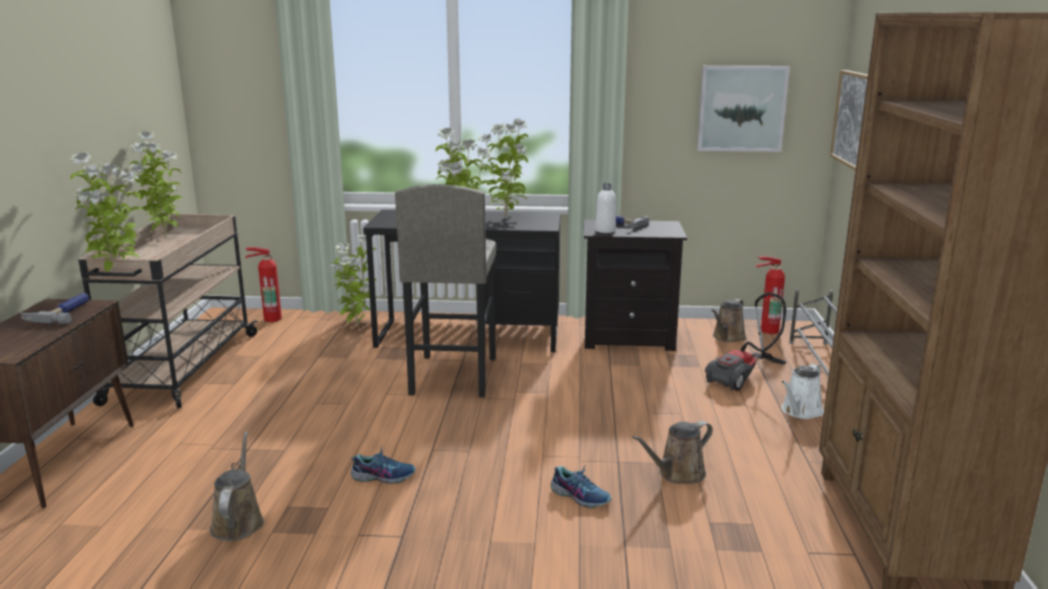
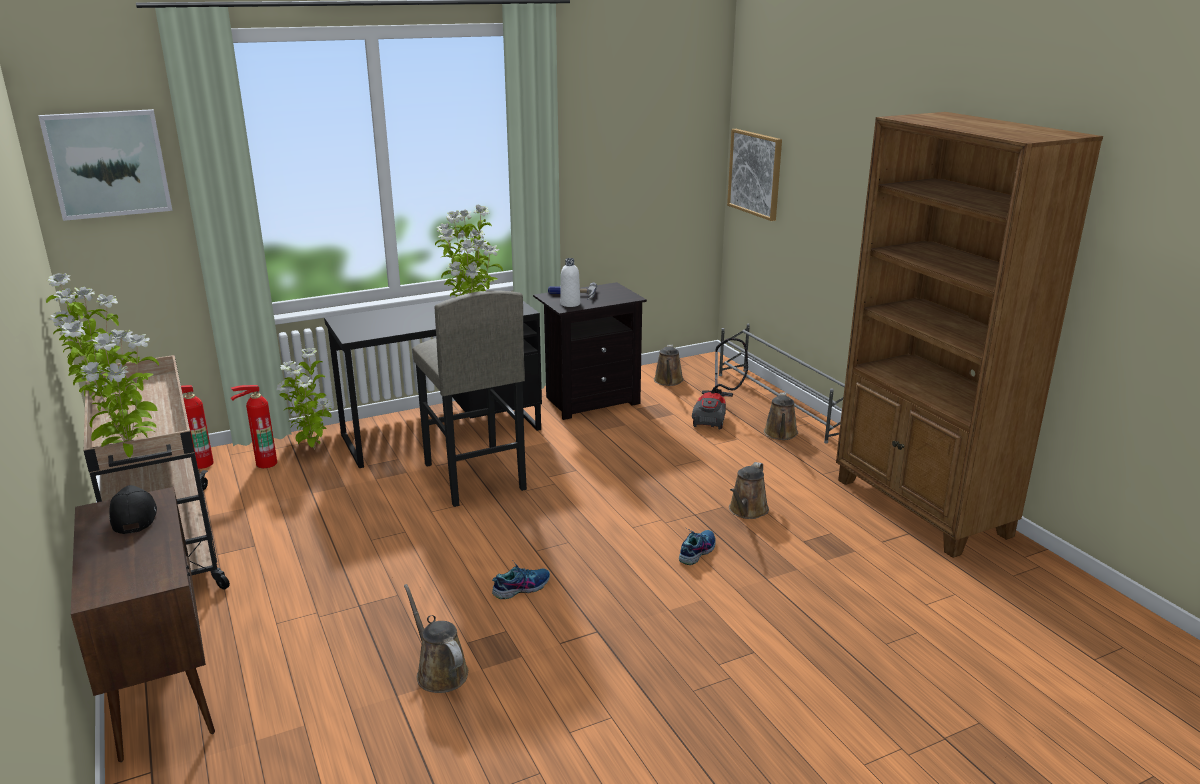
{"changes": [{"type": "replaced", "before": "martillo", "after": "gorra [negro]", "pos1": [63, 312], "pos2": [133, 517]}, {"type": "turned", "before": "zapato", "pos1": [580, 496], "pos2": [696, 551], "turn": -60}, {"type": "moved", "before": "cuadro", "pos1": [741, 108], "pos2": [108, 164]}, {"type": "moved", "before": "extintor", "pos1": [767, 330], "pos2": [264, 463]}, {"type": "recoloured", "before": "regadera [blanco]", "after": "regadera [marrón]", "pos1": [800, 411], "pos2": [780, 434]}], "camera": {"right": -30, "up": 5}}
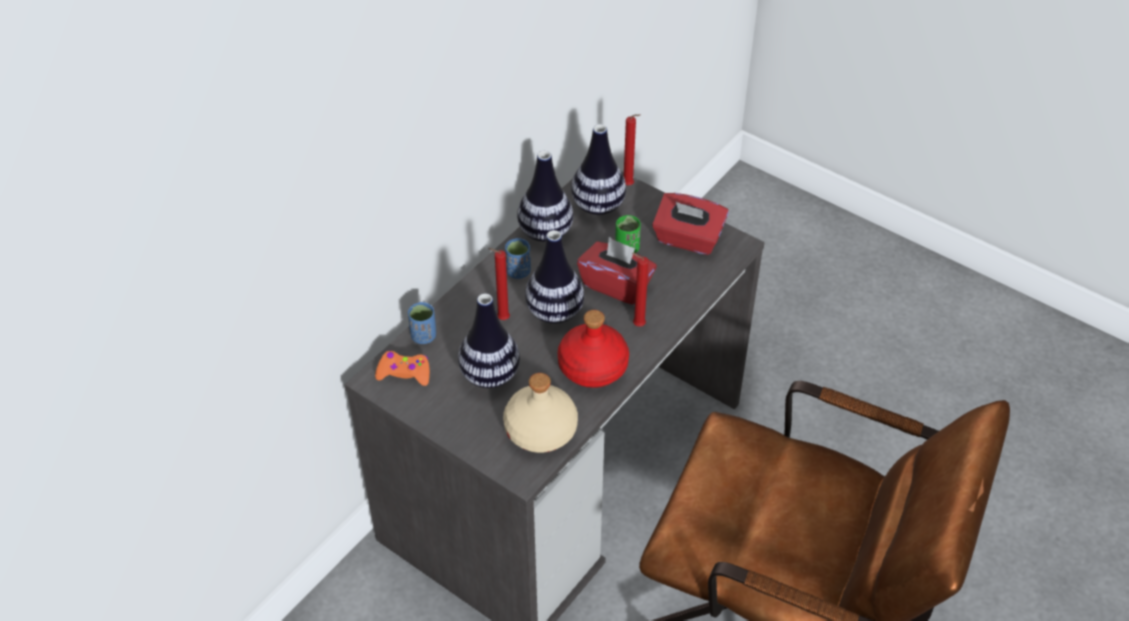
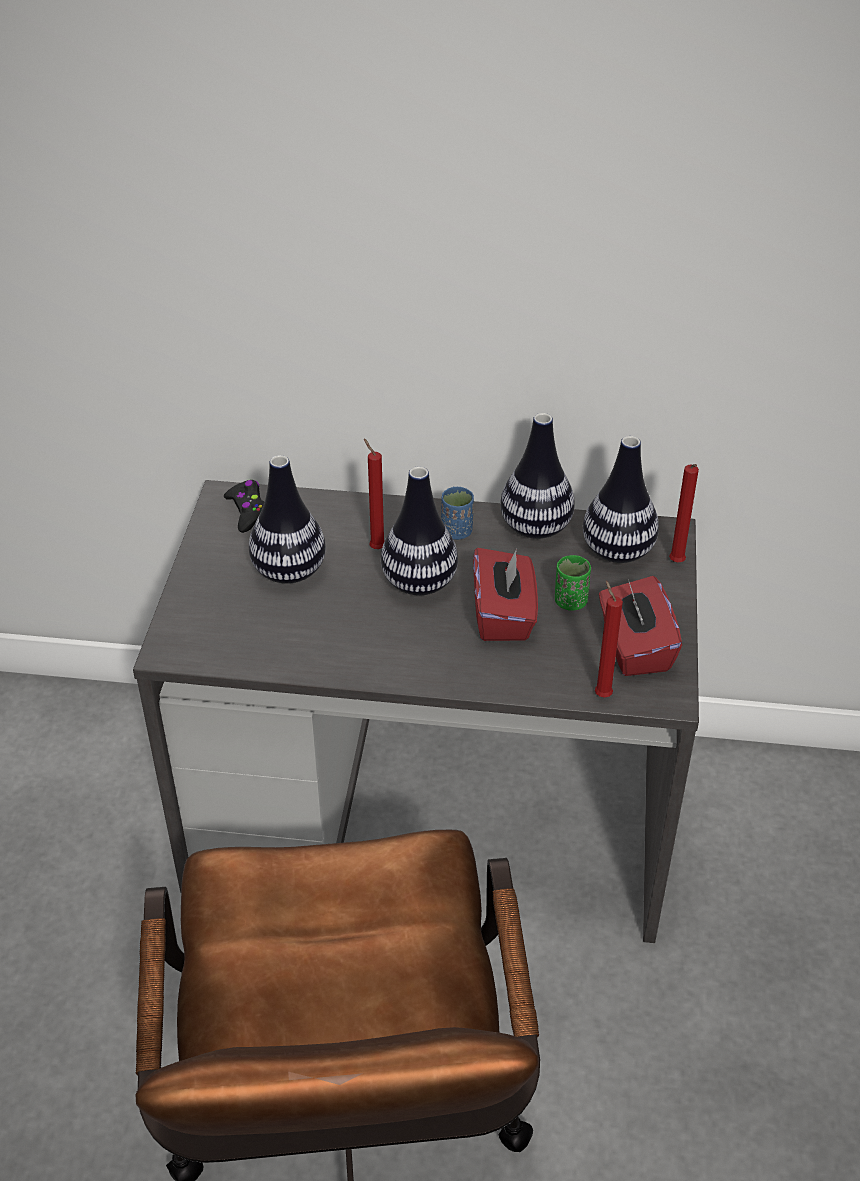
{"changes": [{"type": "recoloured", "before": "mando de consola [naranja]", "after": "mando de consola [negro]", "pos1": [404, 373], "pos2": [248, 511]}, {"type": "removed", "before": "taza [azul]", "pos1": [423, 336]}, {"type": "removed", "before": "botella [beis]", "pos1": [540, 430]}, {"type": "removed", "before": "botella [rojo]", "pos1": [592, 367]}, {"type": "moved", "before": "vela [rojo]", "pos1": [636, 325], "pos2": [601, 694]}], "camera": {"right": 60, "up": -5}}
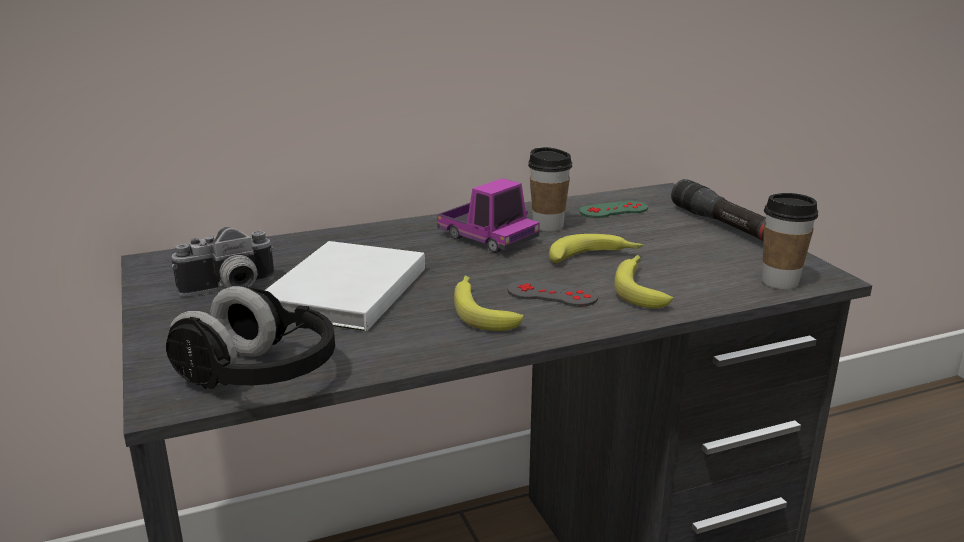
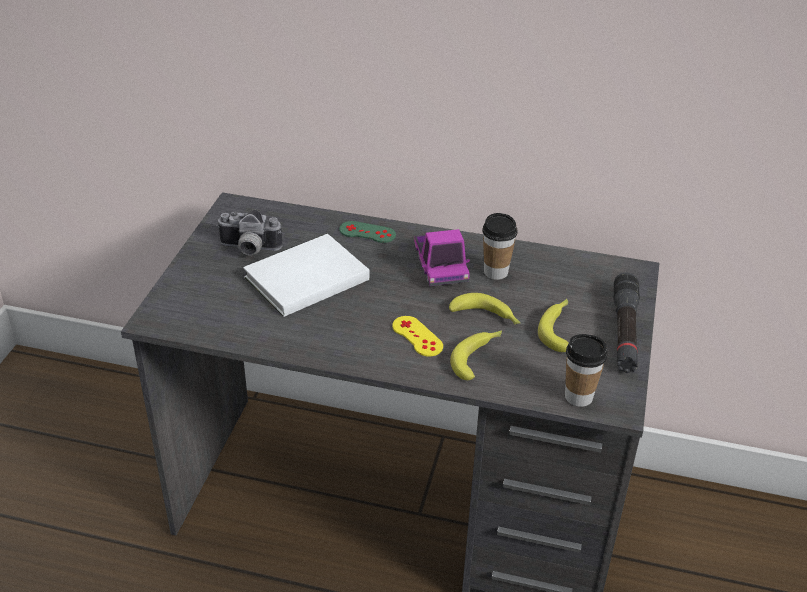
{"changes": [{"type": "removed", "before": "auriculares [negro]", "pos1": [259, 375]}, {"type": "moved", "before": "plátano", "pos1": [481, 310], "pos2": [559, 329]}, {"type": "recoloured", "before": "mando de consola [gris]", "after": "mando de consola [amarillo]", "pos1": [552, 294], "pos2": [417, 336]}, {"type": "moved", "before": "mando de consola [verde]", "pos1": [613, 210], "pos2": [367, 232]}], "camera": {"right": 35, "up": 15}}
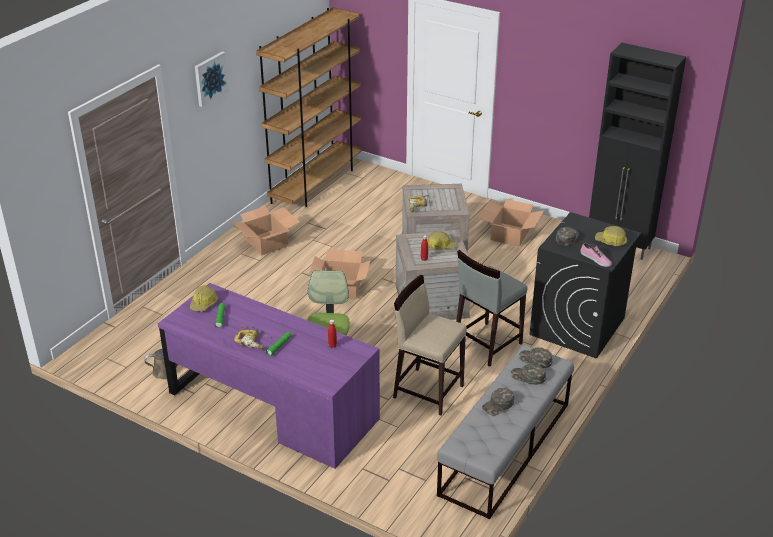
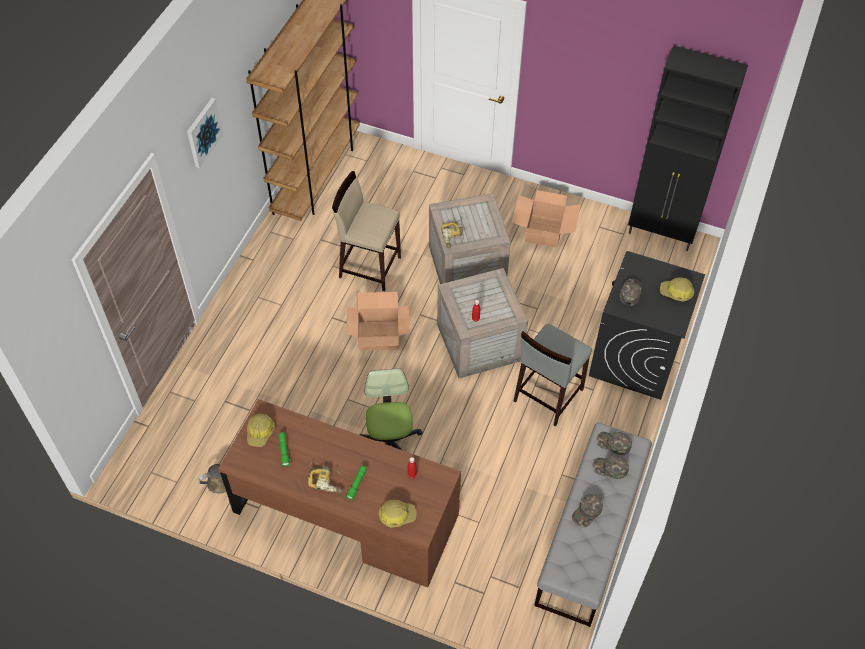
{"changes": [{"type": "recoloured", "before": "escritorio [morado]", "after": "escritorio [marrón]", "pos1": [272, 406], "pos2": [345, 514]}, {"type": "removed", "before": "caja de cartón", "pos1": [267, 242]}, {"type": "moved", "before": "taburete [beis]", "pos1": [428, 391], "pos2": [369, 266]}, {"type": "moved", "before": "casco", "pos1": [440, 246], "pos2": [397, 515]}, {"type": "removed", "before": "zapato", "pos1": [595, 259]}], "camera": {"right": -10, "up": 20}}
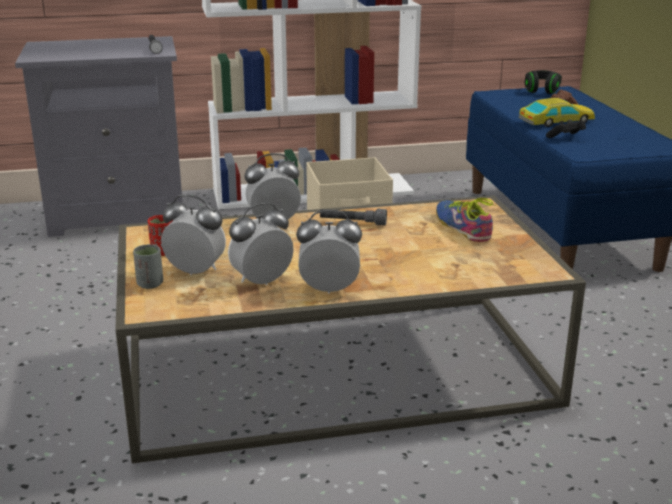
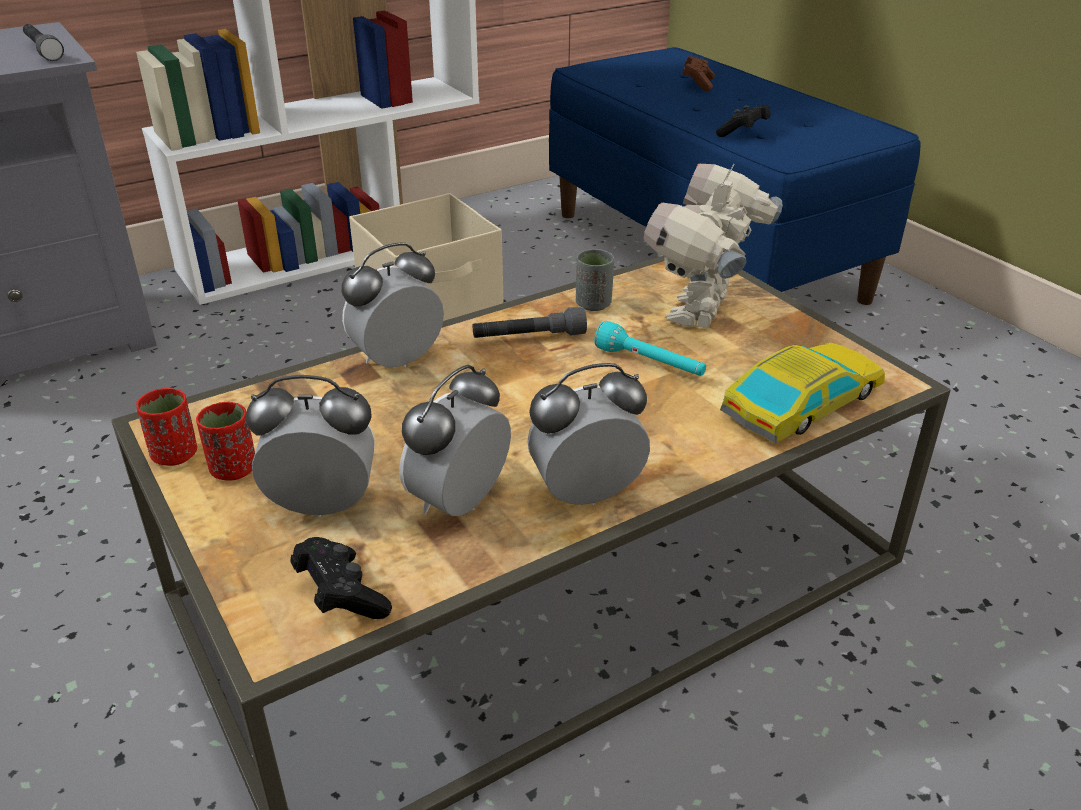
{"changes": [{"type": "moved", "before": "taza [gris]", "pos1": [150, 284], "pos2": [593, 304]}, {"type": "replaced", "before": "zapato", "after": "robot de juguete", "pos1": [465, 226], "pos2": [703, 313]}, {"type": "moved", "before": "coche de juguete", "pos1": [556, 121], "pos2": [802, 403]}, {"type": "removed", "before": "auriculares [negro]", "pos1": [542, 90]}, {"type": "added", "after": "taza [rojo]", "pos2": [175, 455]}, {"type": "added", "after": "mando de consola [negro]", "pos2": [341, 595]}, {"type": "added", "after": "linterna [turquesa]", "pos2": [650, 364]}], "camera": {"right": -20, "up": 10}}
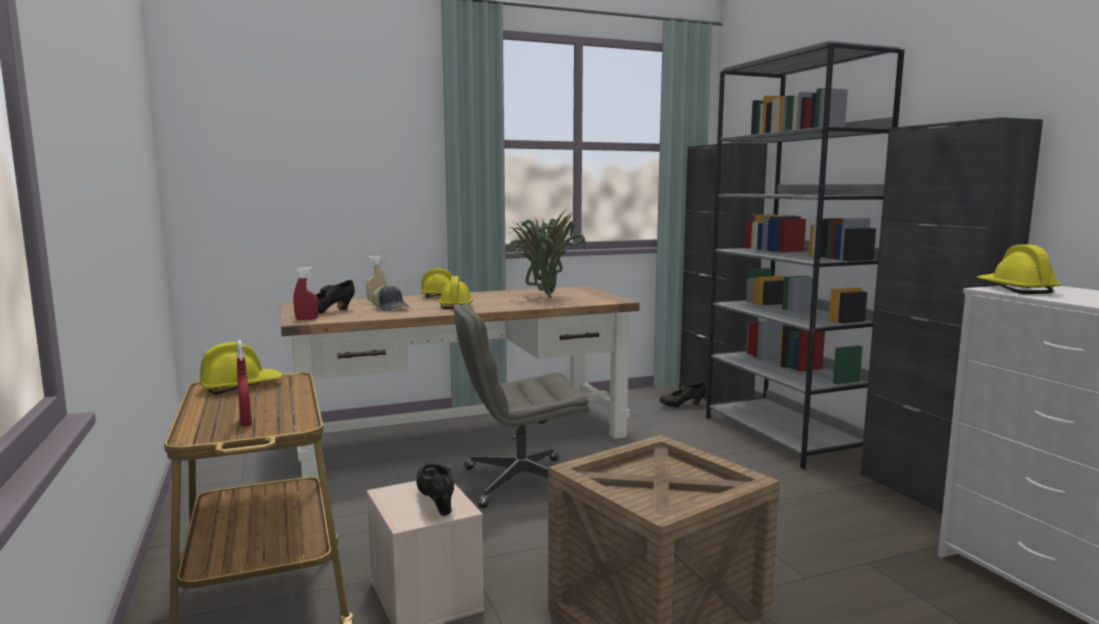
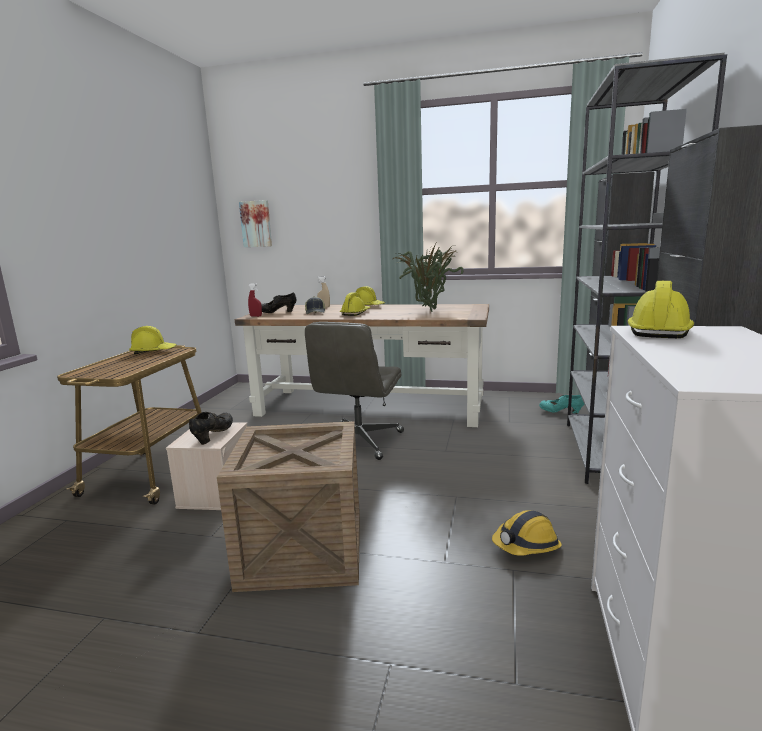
{"changes": [{"type": "removed", "before": "pulverizador [rojo]", "pos1": [246, 423]}, {"type": "turned", "before": "silla de oficina [gris]", "pos1": [519, 482], "pos2": [359, 442], "turn": -90}, {"type": "recoloured", "before": "zapato [negro]", "after": "zapato [turquesa]", "pos1": [682, 406], "pos2": [561, 412]}, {"type": "added", "after": "cuadro", "pos2": [256, 224]}, {"type": "added", "after": "casco", "pos2": [526, 545]}], "camera": {"right": 35, "up": 5}}
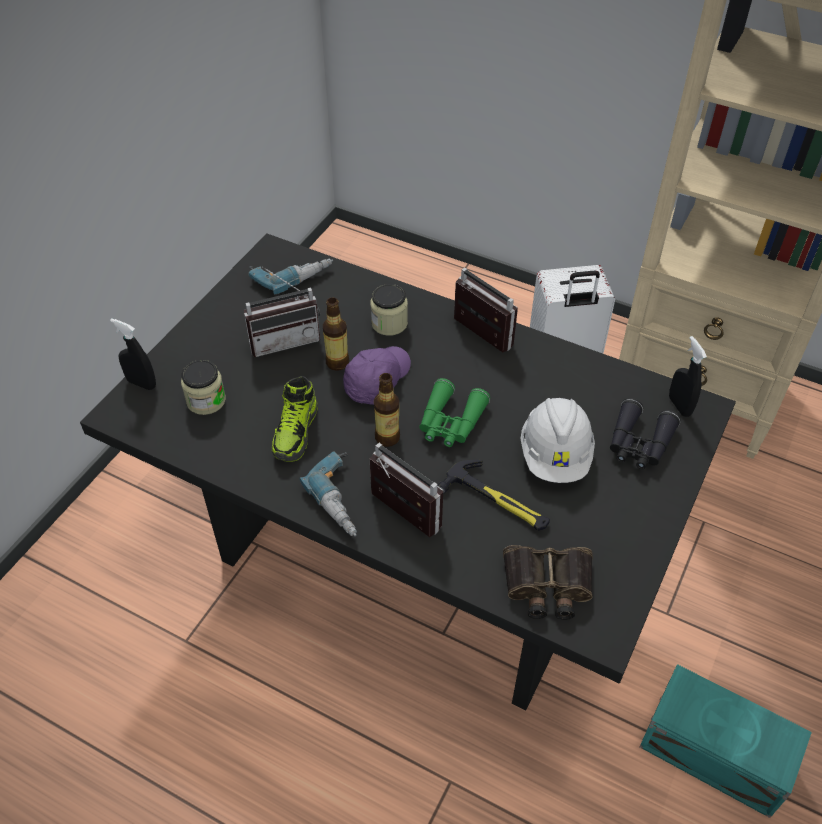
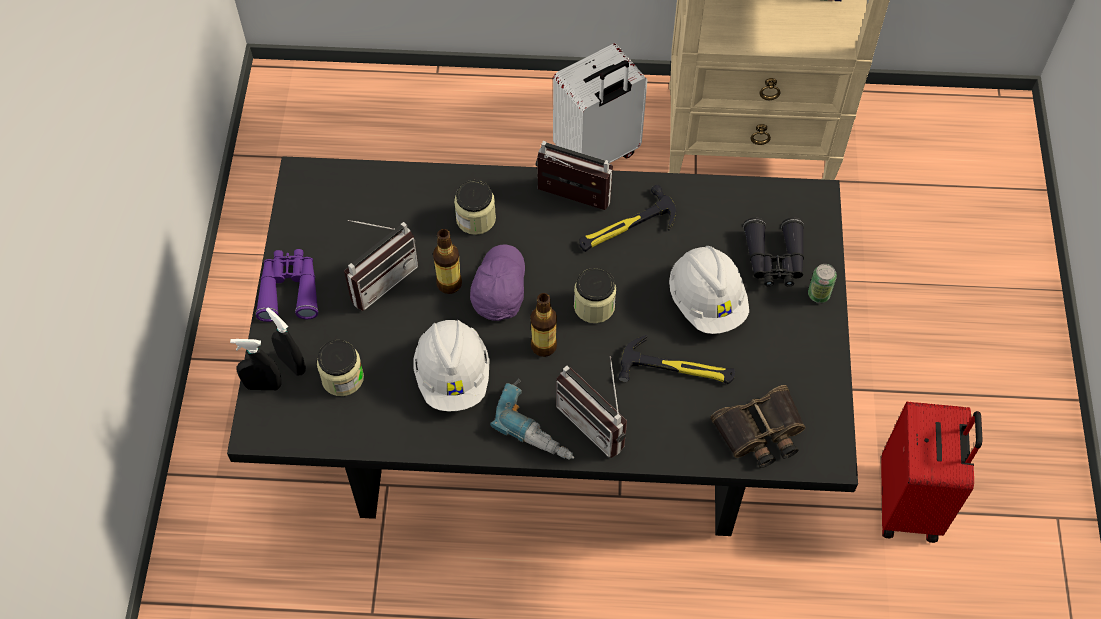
{"changes": [{"type": "removed", "before": "taladro", "pos1": [291, 274]}, {"type": "replaced", "before": "zapato", "after": "casco [blanco]", "pos1": [296, 432], "pos2": [453, 376]}, {"type": "turned", "before": "radio", "pos1": [398, 516], "pos2": [598, 421], "turn": -150}, {"type": "replaced", "before": "prismáticos [verde]", "after": "tarro", "pos1": [450, 422], "pos2": [594, 306]}, {"type": "replaced", "before": "caja de almacenaje [turquesa]", "after": "maleta [rojo]", "pos1": [715, 755], "pos2": [910, 503]}, {"type": "moved", "before": "pulverizador [negro]", "pos1": [679, 406], "pos2": [292, 364]}, {"type": "added", "after": "prismáticos [morado]", "pos2": [289, 289]}, {"type": "added", "after": "martillo", "pos2": [626, 227]}, {"type": "added", "after": "lata", "pos2": [818, 294]}], "camera": {"right": -25, "up": 10}}
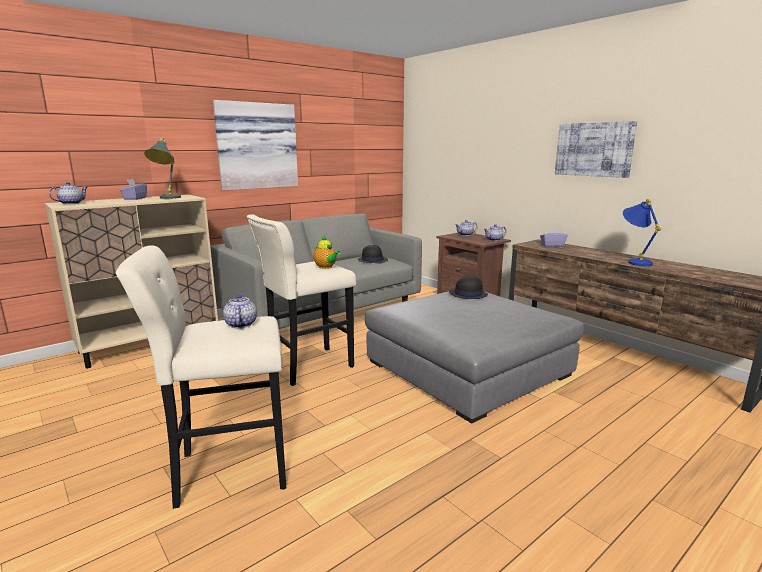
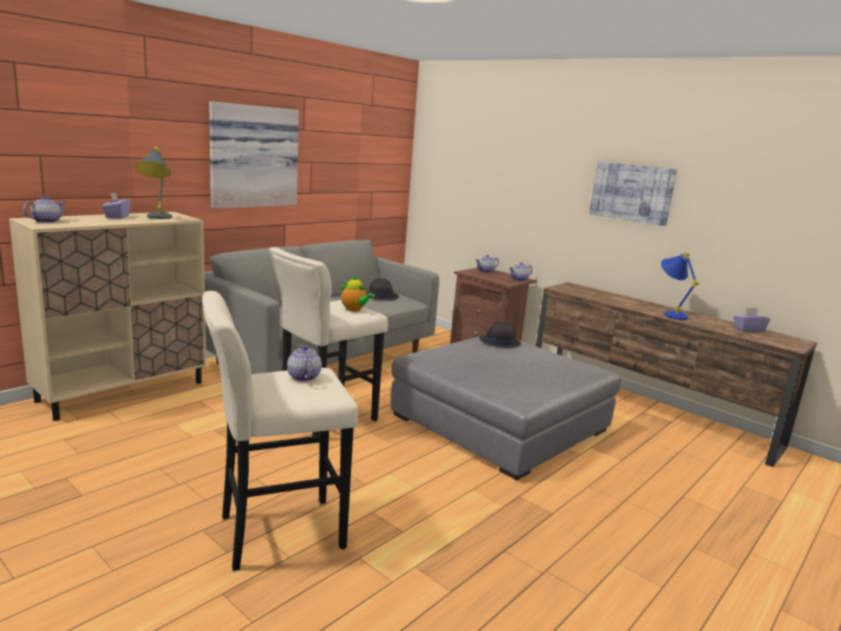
{"changes": [{"type": "moved", "before": "caja de pañuelos [morado]", "pos1": [552, 245], "pos2": [748, 330]}], "camera": {"right": -10, "up": 0}}
